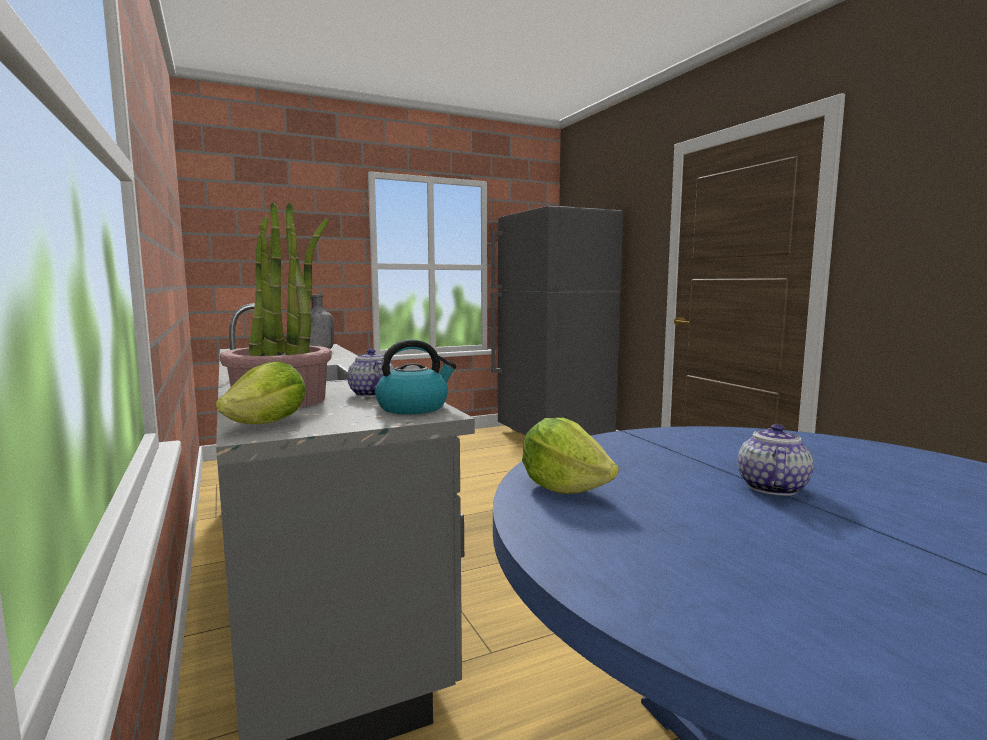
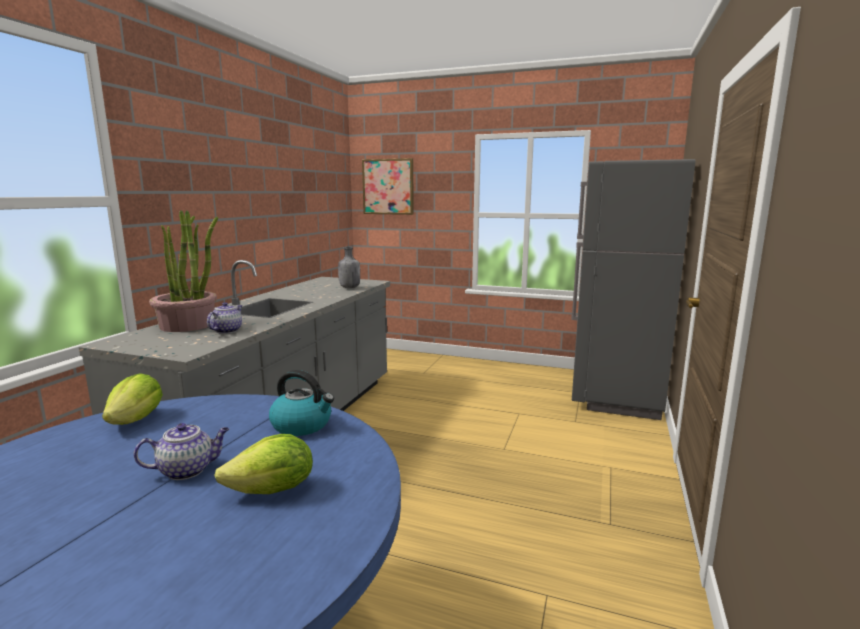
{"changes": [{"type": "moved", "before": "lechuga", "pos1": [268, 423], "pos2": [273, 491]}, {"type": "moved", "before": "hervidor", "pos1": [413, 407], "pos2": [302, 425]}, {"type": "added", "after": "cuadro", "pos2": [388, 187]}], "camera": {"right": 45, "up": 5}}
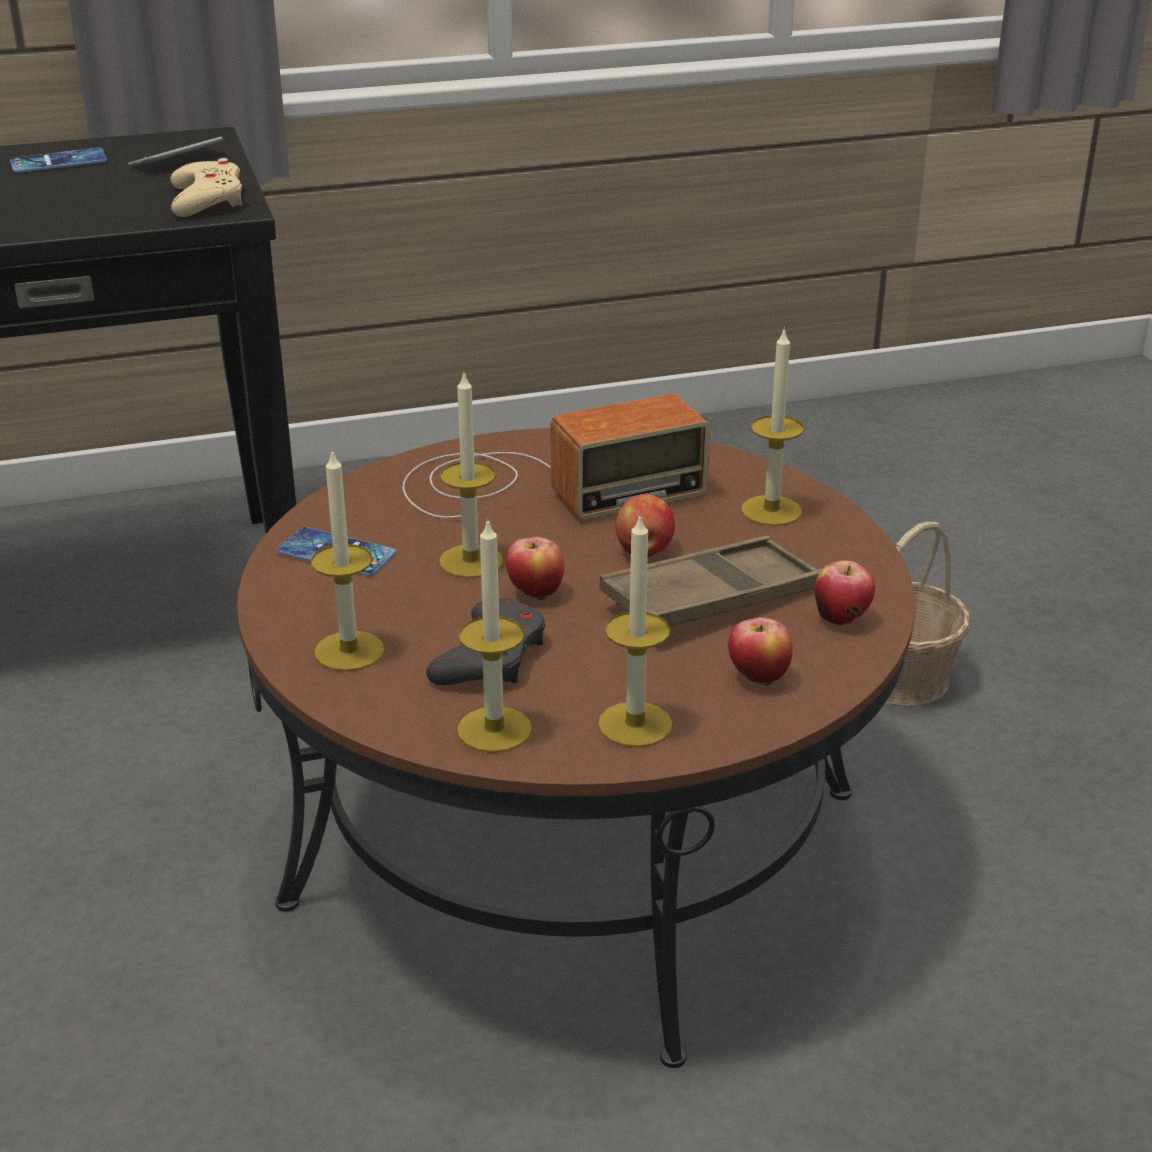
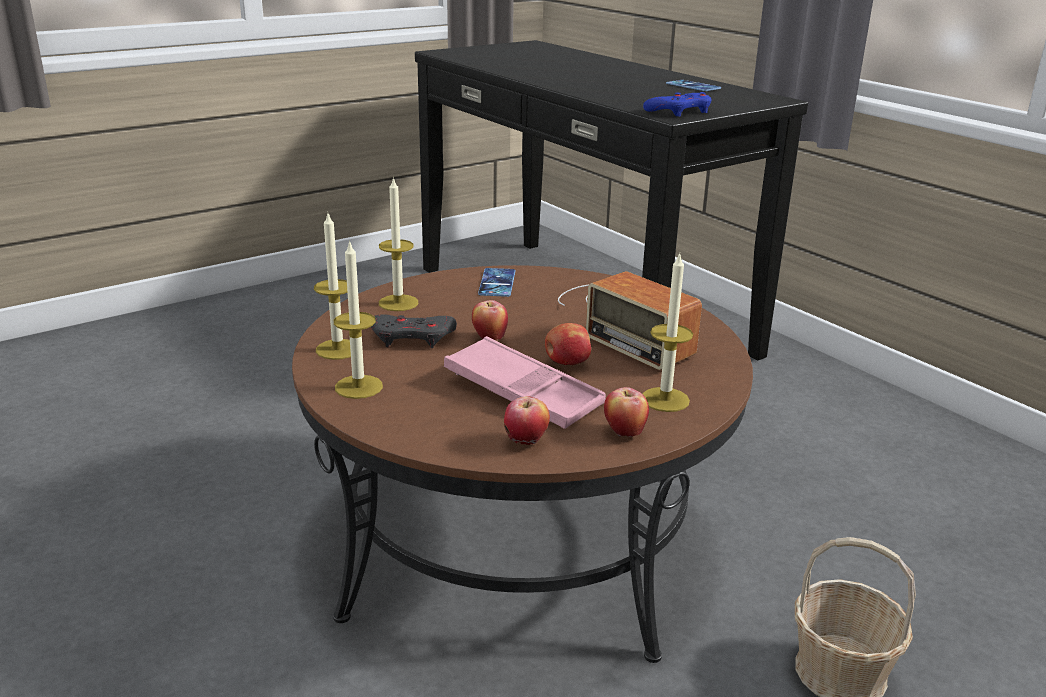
{"changes": [{"type": "removed", "before": "móvil", "pos1": [177, 160]}, {"type": "recoloured", "before": "mando de consola [beis]", "after": "mando de consola [azul]", "pos1": [207, 199], "pos2": [680, 111]}, {"type": "removed", "before": "vela", "pos1": [471, 561]}, {"type": "recoloured", "before": "bandeja [marrón]", "after": "bandeja [rosa]", "pos1": [712, 598], "pos2": [523, 392]}, {"type": "moved", "before": "manzana", "pos1": [758, 679], "pos2": [624, 433]}], "camera": {"right": 70, "up": -5}}
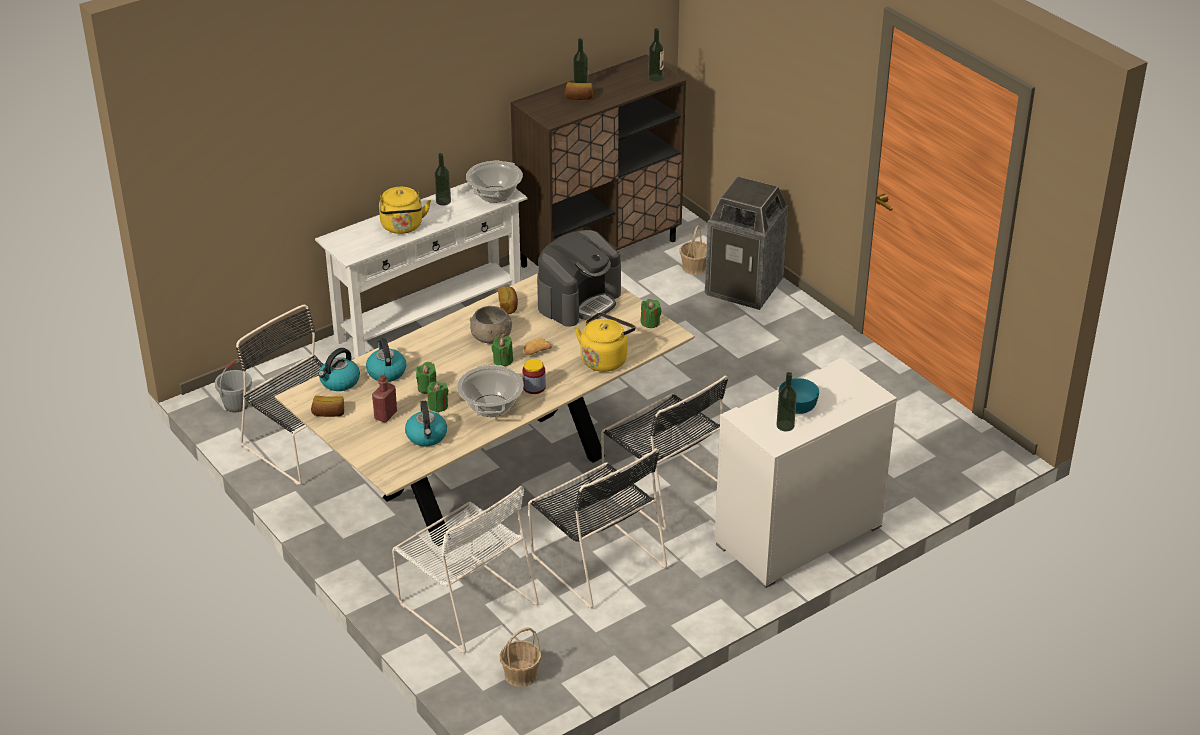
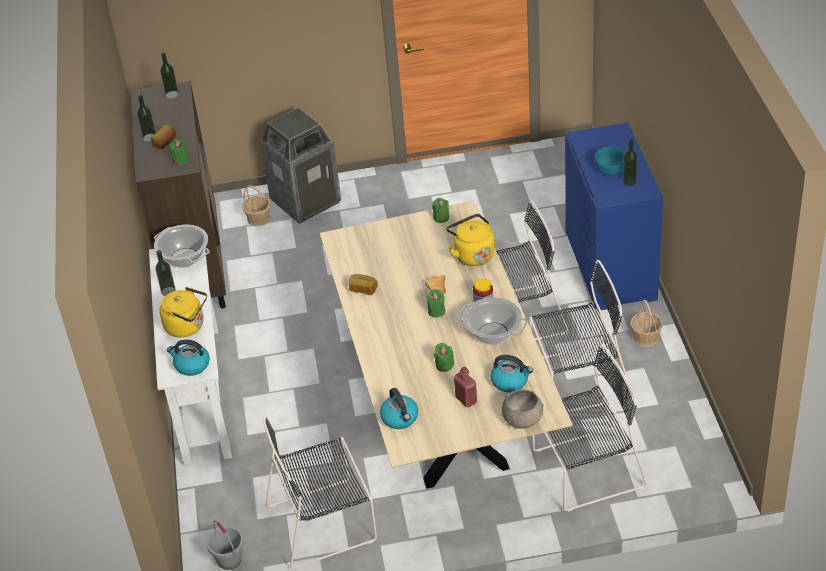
{"changes": [{"type": "removed", "before": "pan", "pos1": [328, 413]}, {"type": "moved", "before": "hervidor", "pos1": [386, 372], "pos2": [191, 365]}, {"type": "recoloured", "before": "silla [blanco]", "after": "silla [negro]", "pos1": [465, 601], "pos2": [585, 470]}, {"type": "moved", "before": "vela [verde]", "pos1": [438, 406], "pos2": [181, 160]}, {"type": "moved", "before": "cuenco [gris]", "pos1": [491, 338], "pos2": [523, 419]}, {"type": "moved", "before": "cesta", "pos1": [520, 674], "pos2": [645, 338]}, {"type": "removed", "before": "cafetera", "pos1": [579, 300]}, {"type": "recoloured", "before": "cómoda [blanco]", "after": "cómoda [azul]", "pos1": [799, 536], "pos2": [611, 266]}], "camera": {"right": -60, "up": 5}}
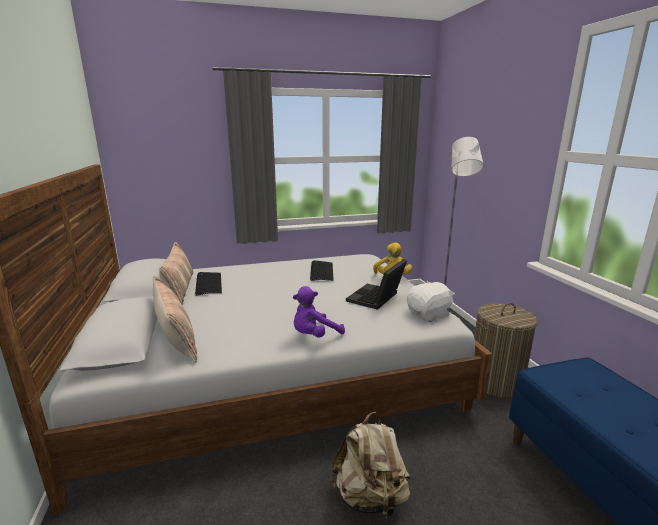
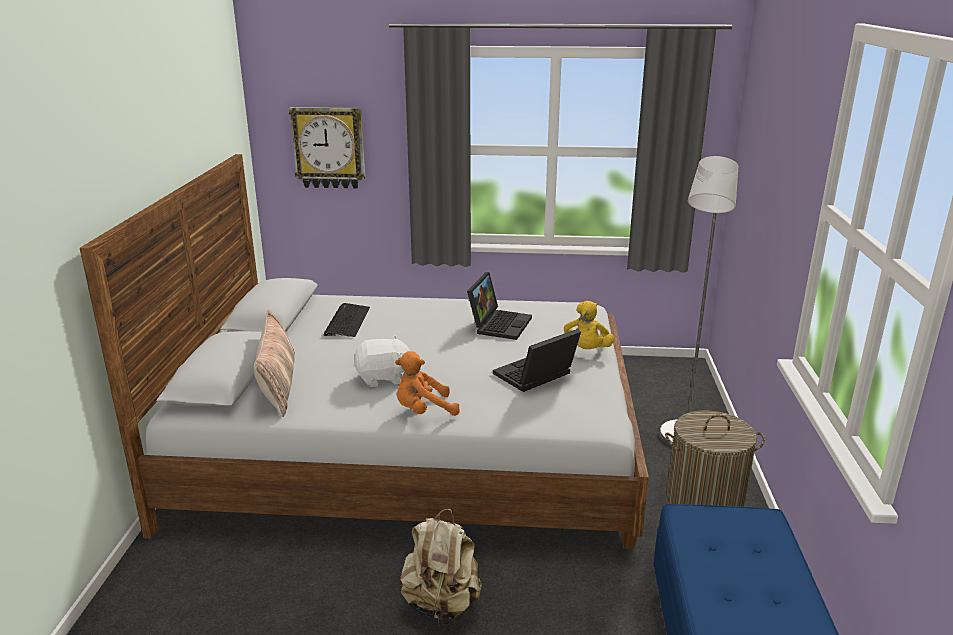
{"changes": [{"type": "removed", "before": "cojín", "pos1": [179, 288]}, {"type": "recoloured", "before": "peluche [morado]", "after": "peluche [naranja]", "pos1": [314, 335], "pos2": [423, 411]}, {"type": "replaced", "before": "teclado", "after": "portátil", "pos1": [321, 271], "pos2": [499, 324]}, {"type": "moved", "before": "peluche [blanco]", "pos1": [429, 314], "pos2": [383, 378]}, {"type": "added", "after": "reloj de pared", "pos2": [329, 147]}], "camera": {"right": 20, "up": 5}}
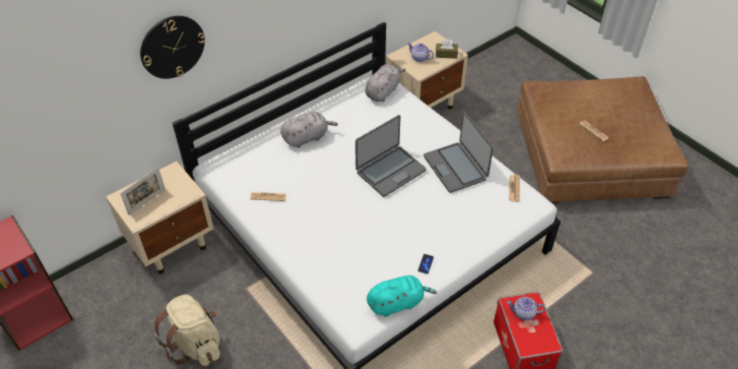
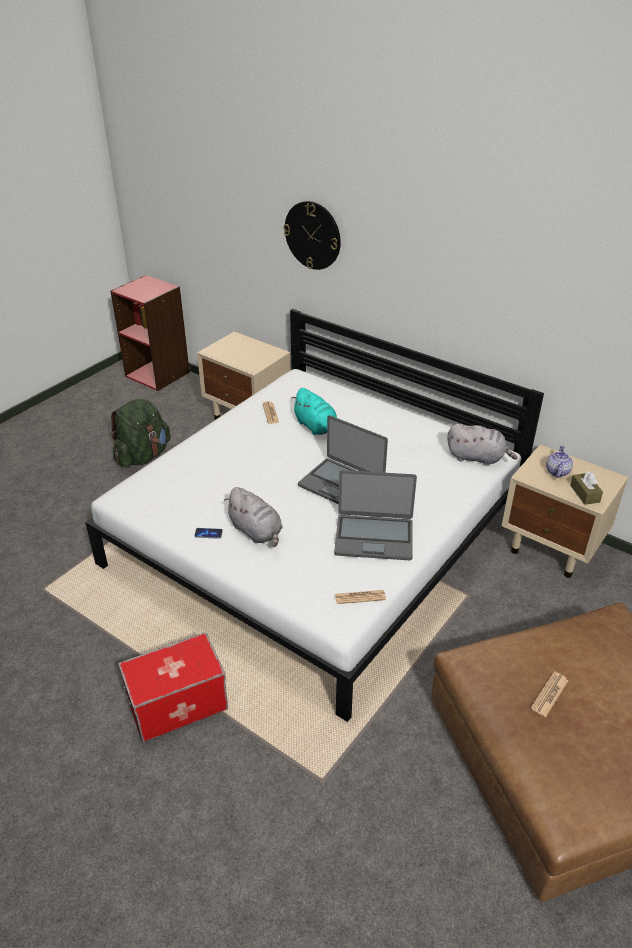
{"changes": [{"type": "removed", "before": "portarretratos", "pos1": [147, 202]}, {"type": "recoloured", "before": "mochila [beis]", "after": "mochila [verde]", "pos1": [196, 344], "pos2": [143, 456]}, {"type": "moved", "before": "peluche [gris]", "pos1": [307, 137], "pos2": [257, 532]}, {"type": "moved", "before": "peluche [turquesa]", "pos1": [397, 303], "pos2": [316, 427]}, {"type": "turned", "before": "portátil", "pos1": [455, 167], "pos2": [374, 537], "turn": -135}, {"type": "removed", "before": "tetera", "pos1": [523, 313]}], "camera": {"right": 75, "up": -10}}
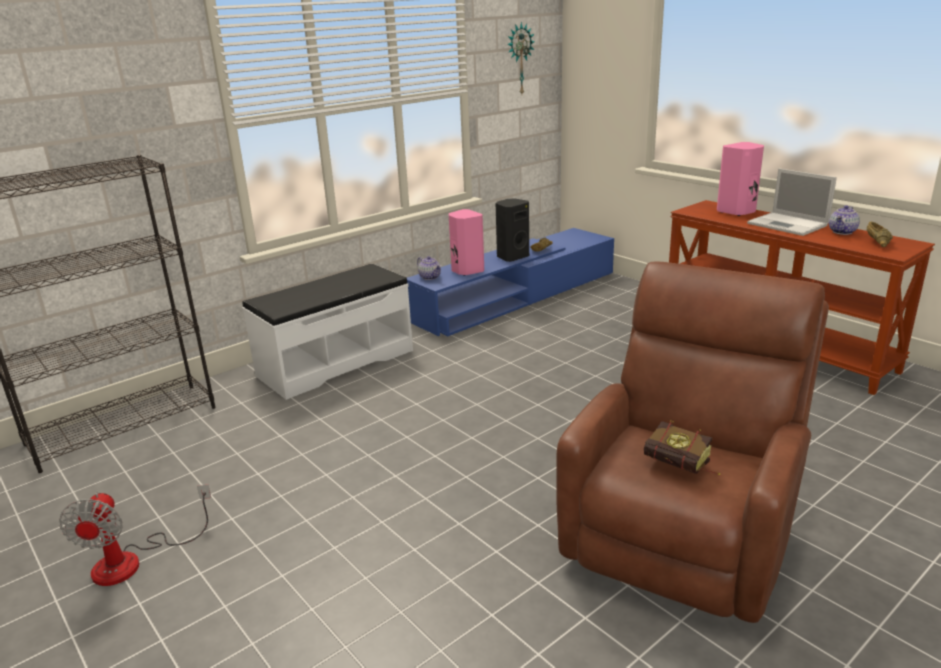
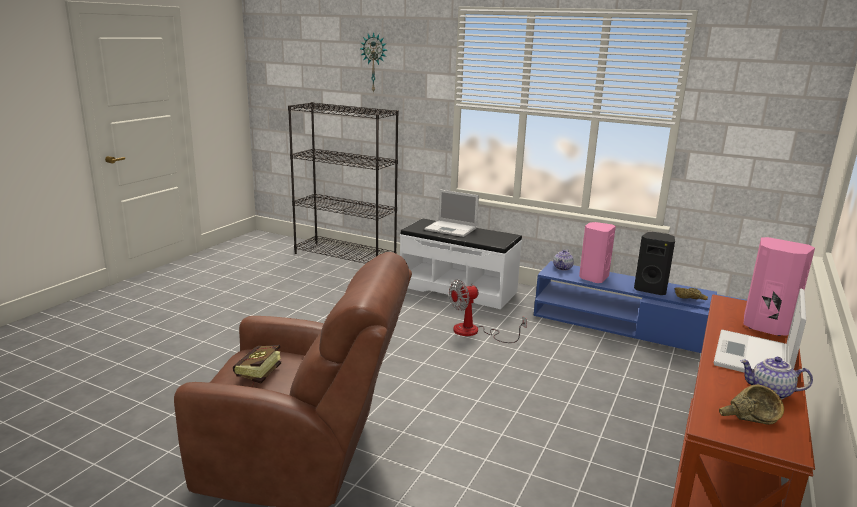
{"changes": [{"type": "moved", "before": "ventilador", "pos1": [133, 561], "pos2": [475, 332]}, {"type": "moved", "before": "reloj de pared", "pos1": [519, 59], "pos2": [374, 62]}, {"type": "added", "after": "portátil", "pos2": [452, 229]}], "camera": {"right": 65, "up": -5}}
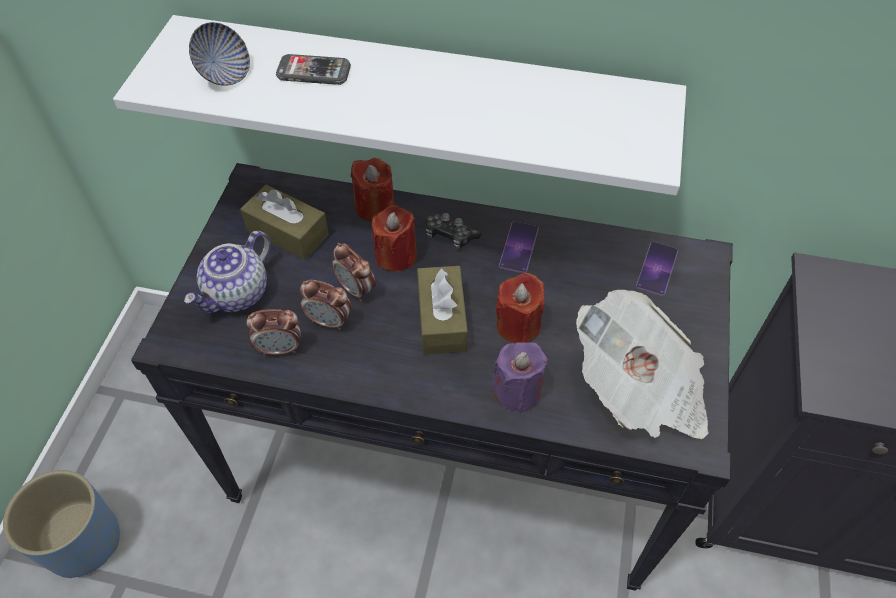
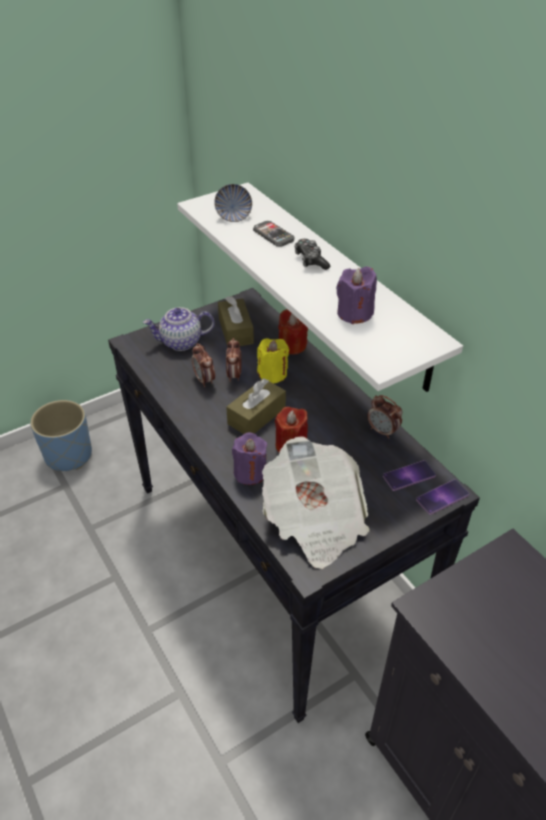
{"changes": [{"type": "moved", "before": "despertador", "pos1": [280, 348], "pos2": [382, 431]}, {"type": "recoloured", "before": "vela [rojo]", "after": "vela [amarillo]", "pos1": [396, 256], "pos2": [272, 374]}, {"type": "moved", "before": "mando de consola", "pos1": [450, 235], "pos2": [310, 260]}, {"type": "moved", "before": "móvil", "pos1": [519, 247], "pos2": [442, 497]}, {"type": "added", "after": "vela [morado]", "pos2": [354, 313]}], "camera": {"right": 45, "up": -10}}
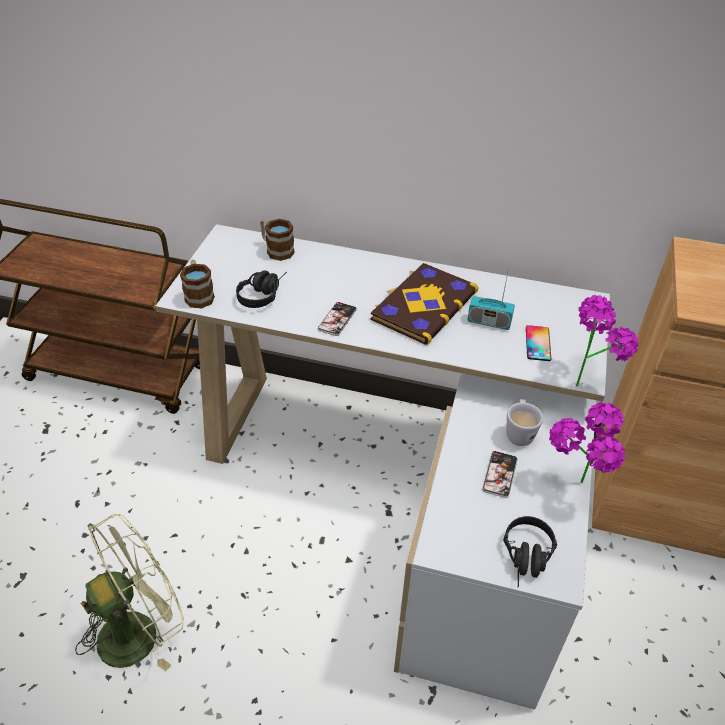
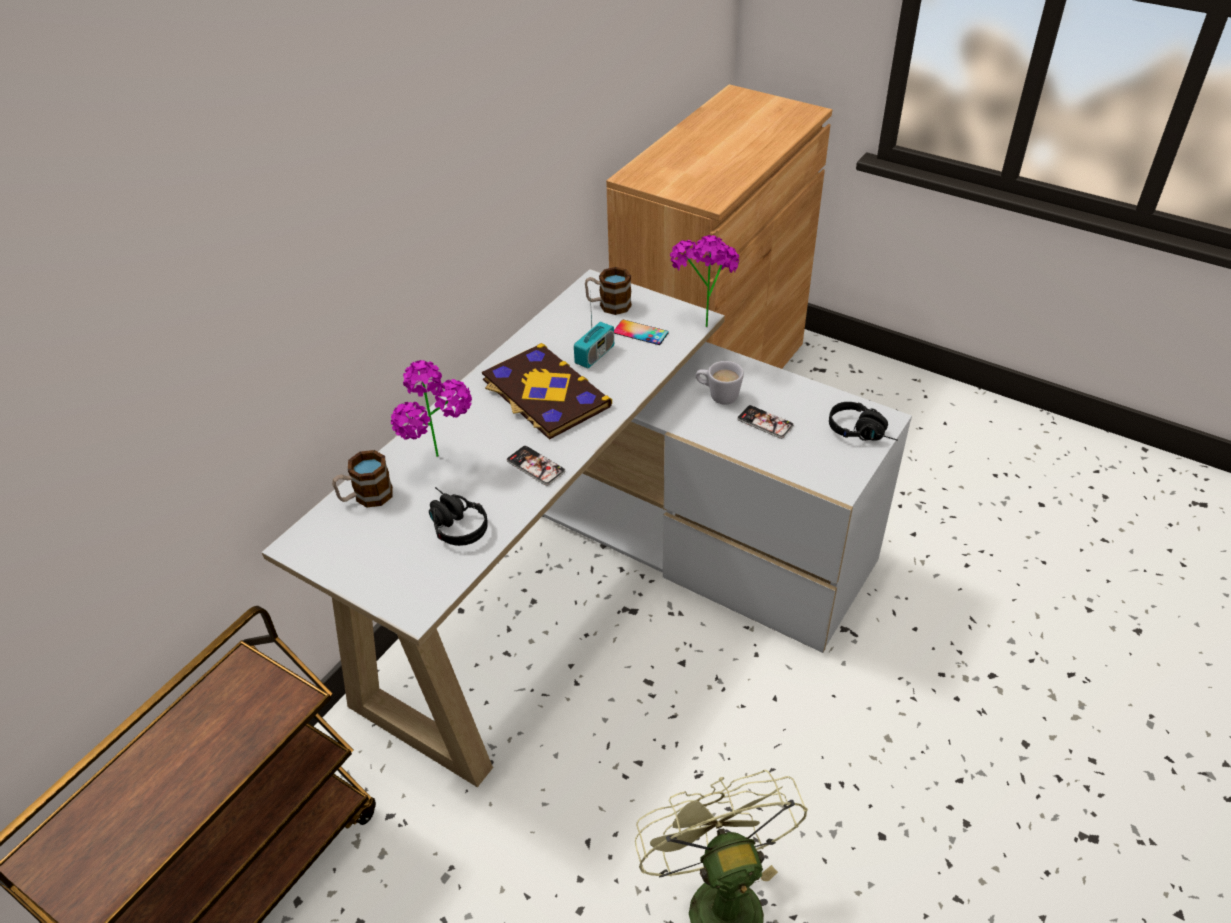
{"changes": [{"type": "moved", "before": "taza grande", "pos1": [198, 295], "pos2": [608, 305]}, {"type": "moved", "before": "planta en maceta", "pos1": [574, 490], "pos2": [443, 464]}], "camera": {"right": -70, "up": 0}}
